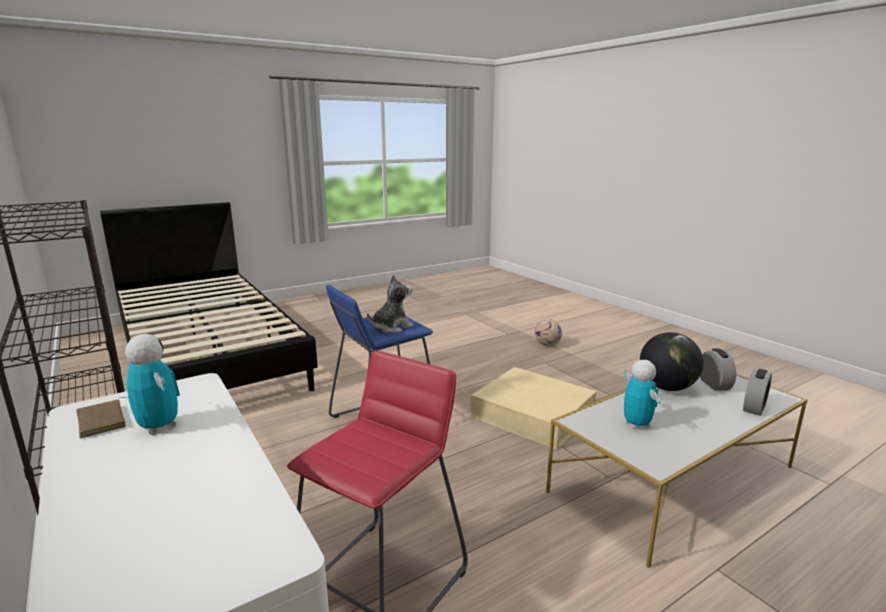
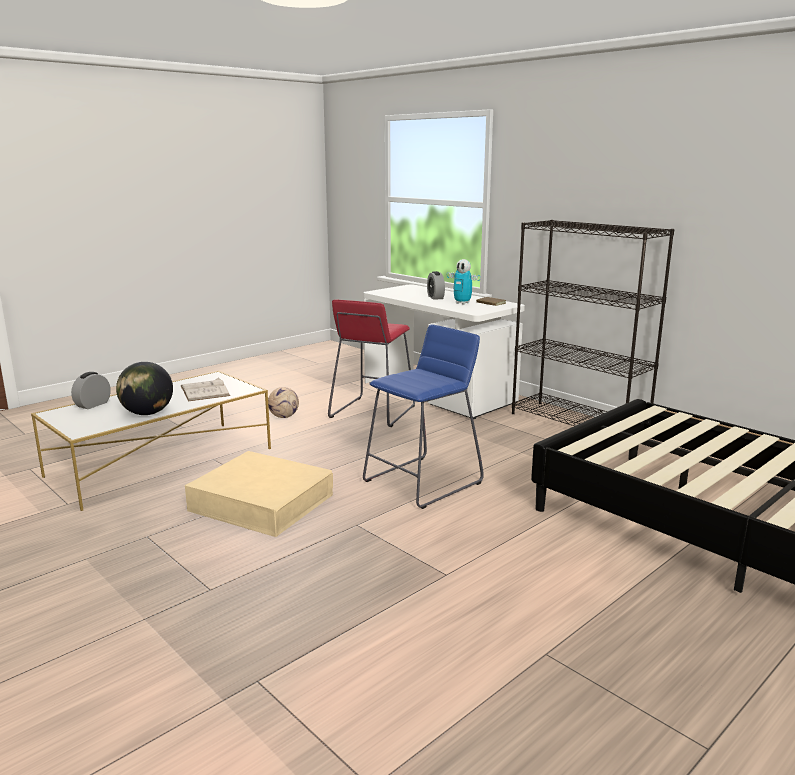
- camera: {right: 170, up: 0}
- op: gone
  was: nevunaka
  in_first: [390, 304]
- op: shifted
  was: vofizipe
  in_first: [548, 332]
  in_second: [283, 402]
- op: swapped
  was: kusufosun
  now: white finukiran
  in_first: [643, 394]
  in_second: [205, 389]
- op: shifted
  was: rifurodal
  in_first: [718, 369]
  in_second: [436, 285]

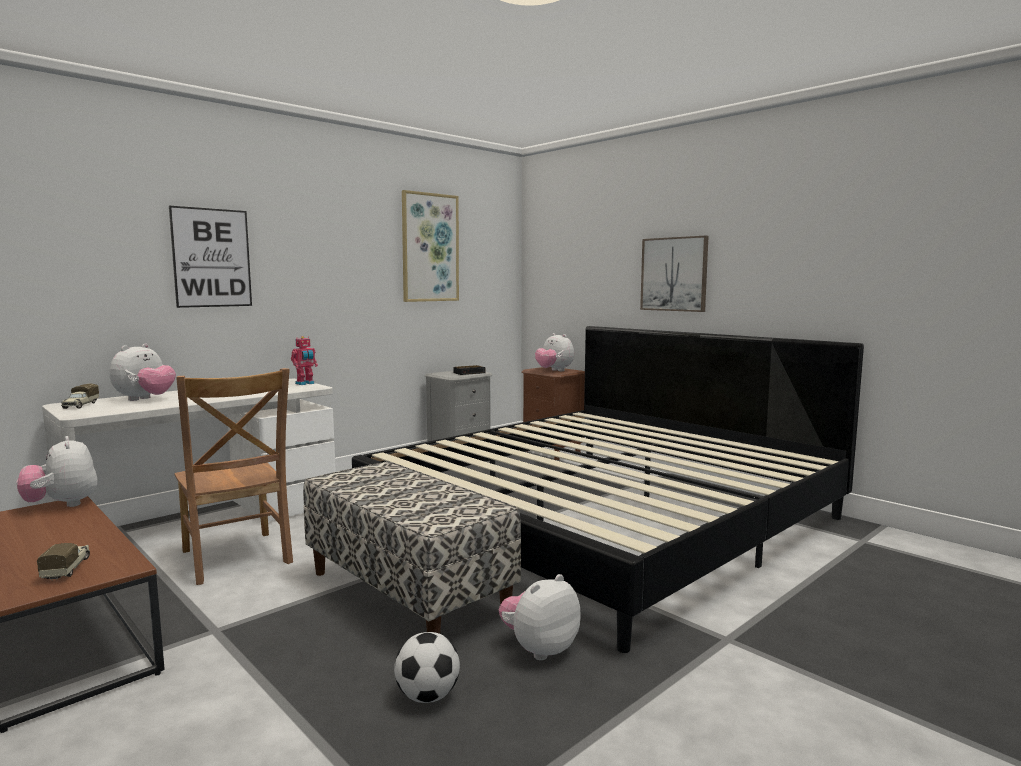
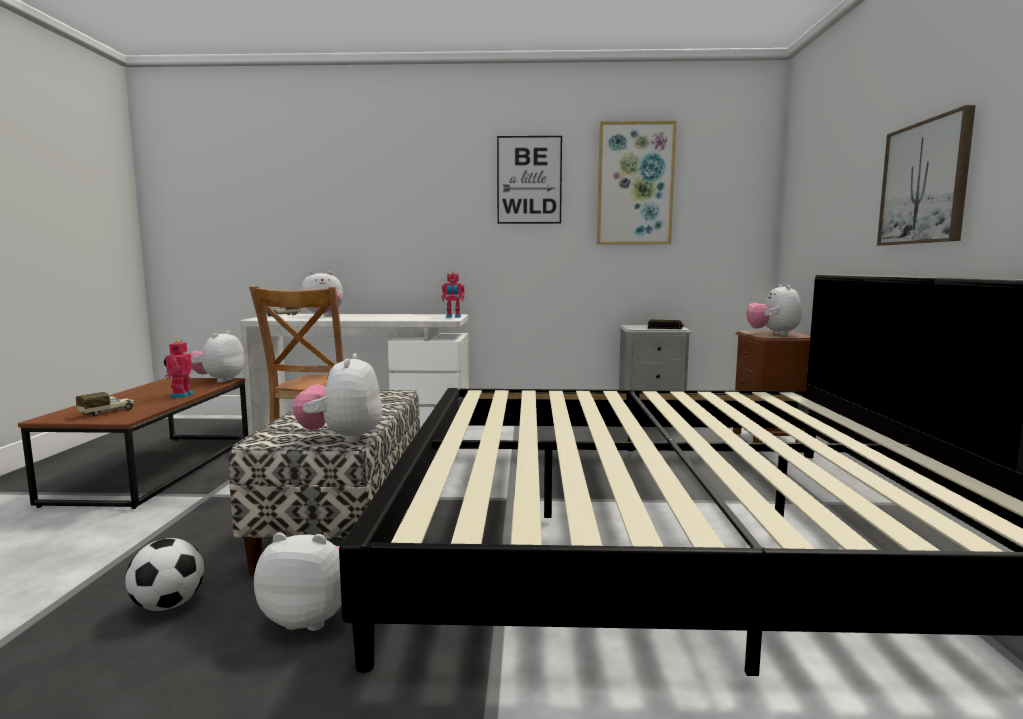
- camera: {right: 45, up: 0}
- op: shifted
  was: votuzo
  in_first: [210, 257]
  in_second: [529, 180]
- op: new
  now: kusufosun
  in_second: [179, 368]
- op: new
  now: nevunaka
  in_second: [337, 398]

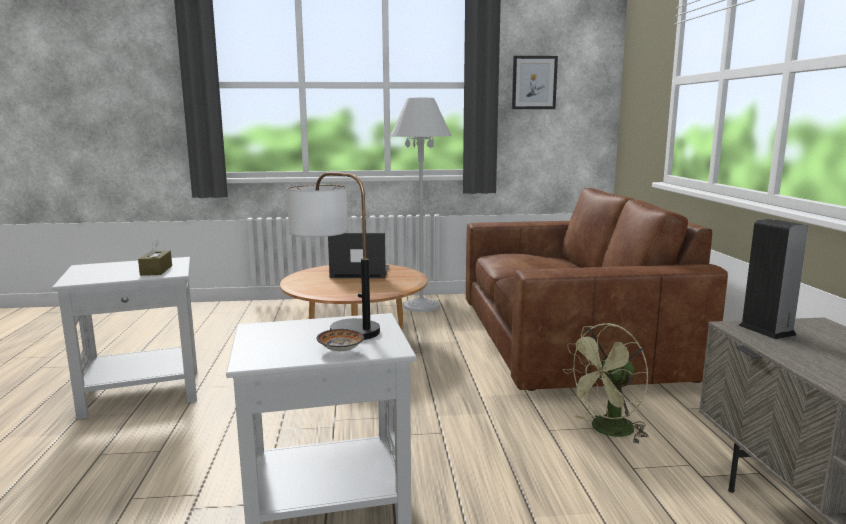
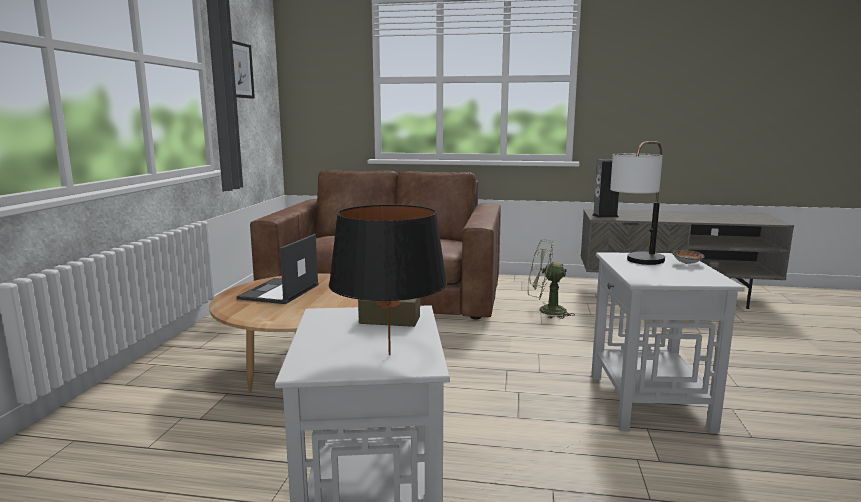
- camera: {right: -75, up: 0}
- op: gone
  was: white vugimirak
  in_first: [421, 205]
- op: rotated
  was: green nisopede
  in_first: [606, 383]
  in_second: [551, 279]
  clockwise: 120
- op: new
  now: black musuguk
  in_second: [388, 280]

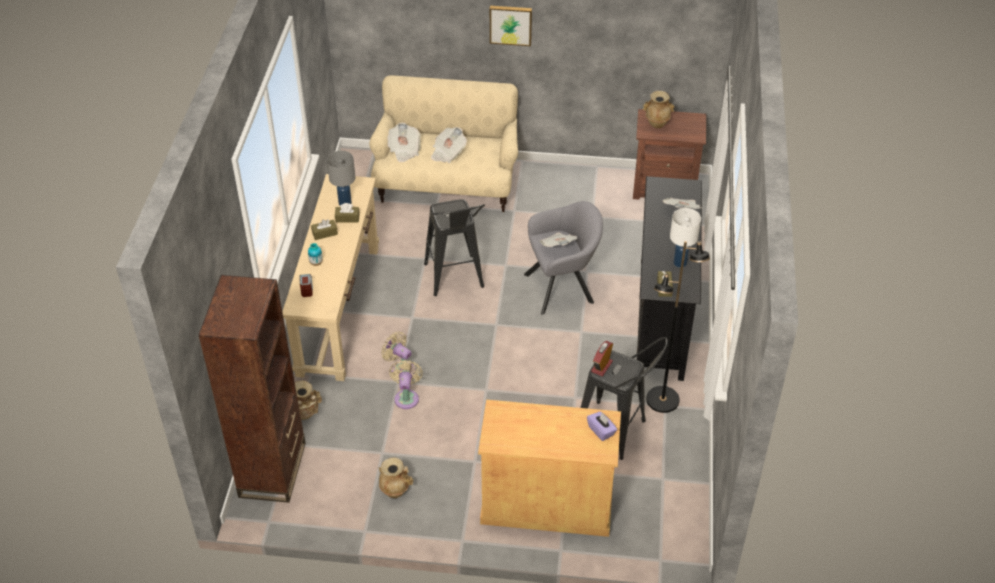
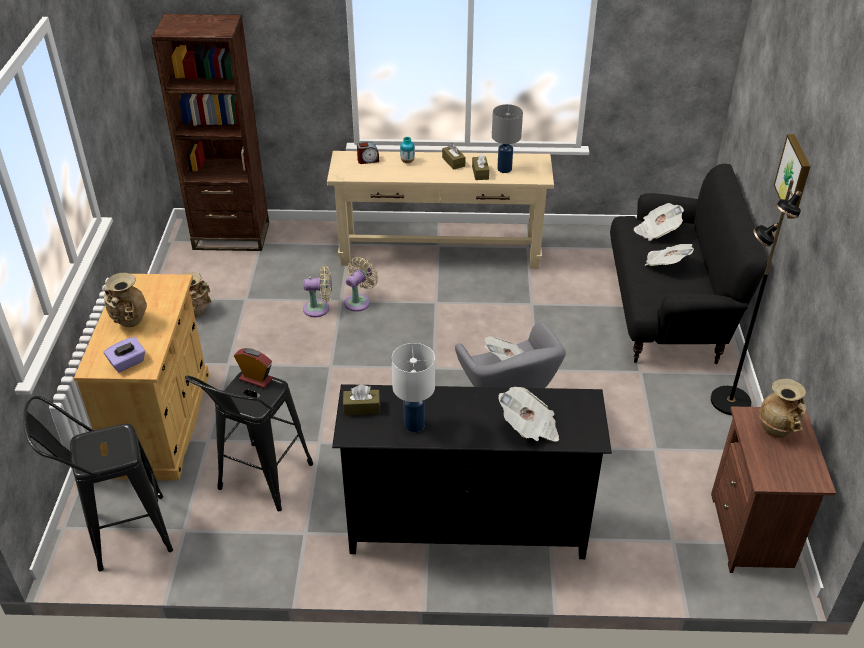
- camera: {right: 85, up: -5}
- op: shifted
  was: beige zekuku
  in_first: [308, 400]
  in_second: [125, 300]
- op: repainted
  was: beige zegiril
  now: black zegiril
  in_first: [443, 143]
  in_second: [688, 264]
- op: shifted
  was: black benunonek
  in_first: [454, 247]
  in_second: [98, 483]
- op: shifted
  was: black vugimirak
  in_first: [678, 327]
  in_second: [756, 297]

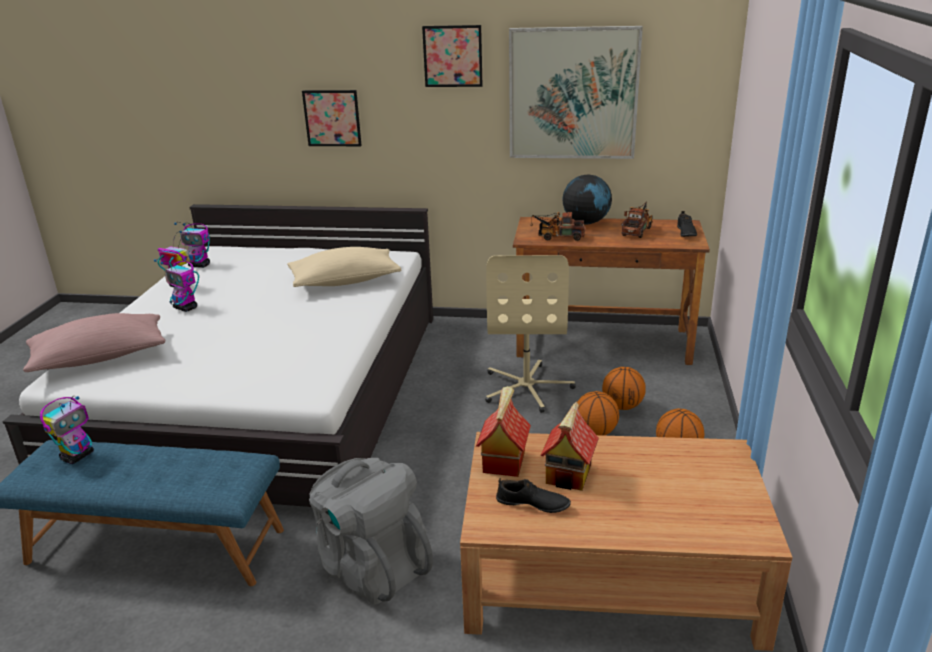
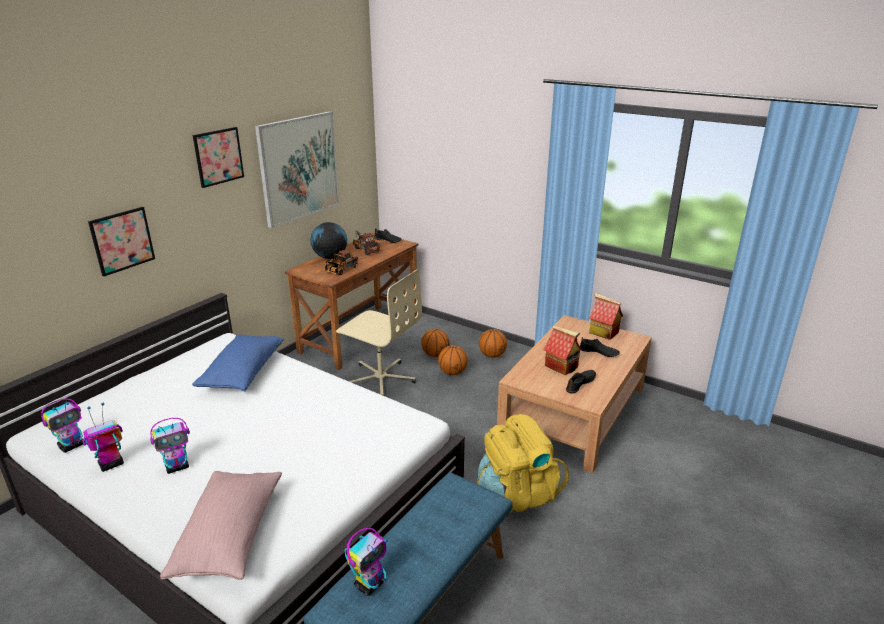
- camera: {right: -65, up: 0}
- op: rotated
  was: kusufosun
  in_first: [67, 430]
  in_second: [366, 562]
  clockwise: 75
- op: repainted
  was: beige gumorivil
  now: blue gumorivil
  in_first: [344, 267]
  in_second: [238, 362]
- op: repainted
  was: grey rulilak
  now: yellow rulilak
  in_first: [371, 531]
  in_second: [523, 463]
- op: shifted
  was: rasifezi
  in_first: [503, 431]
  in_second: [606, 316]
- op: new
  now: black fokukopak
  in_second: [600, 347]

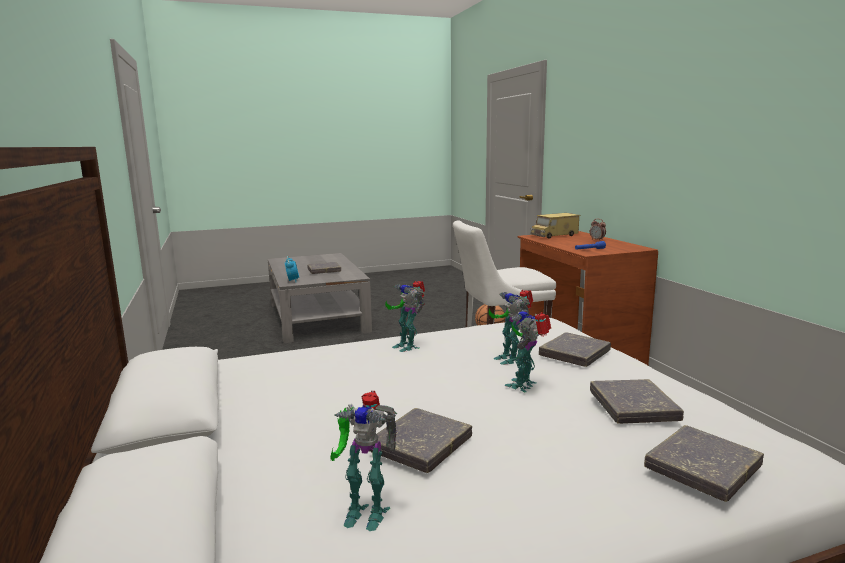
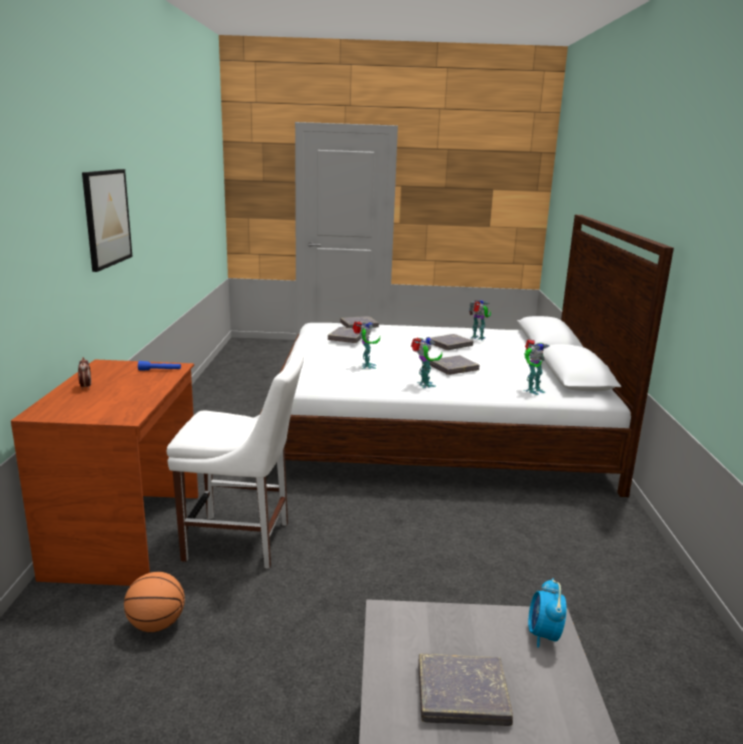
- camera: {right: -160, up: 5}
- op: shifted
  was: kusufosun
  in_first: [528, 350]
  in_second: [536, 367]
- op: gone
  was: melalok
  in_first: [555, 225]
- op: shifted
  was: grey finukiran
  in_first: [575, 349]
  in_second: [454, 365]
- op: new
  now: votuzo
  in_second: [107, 220]

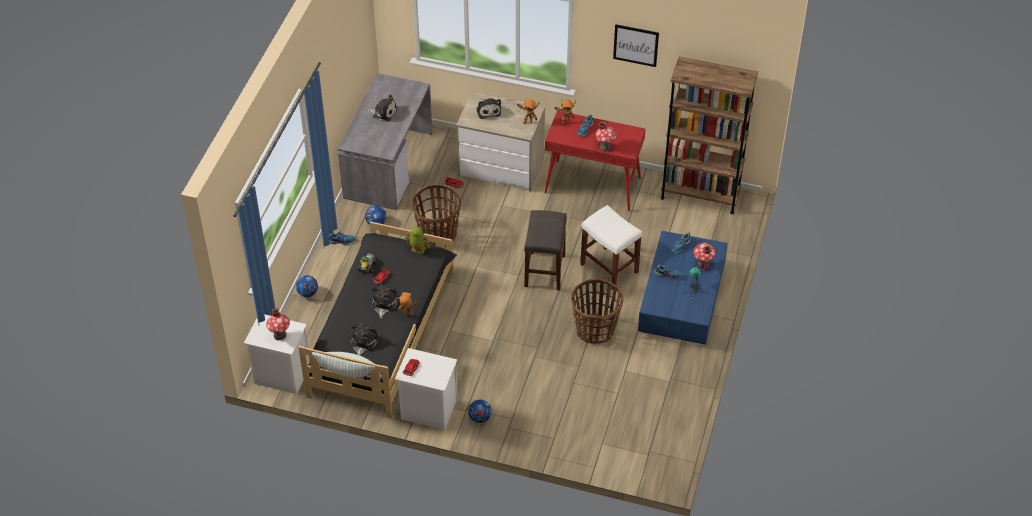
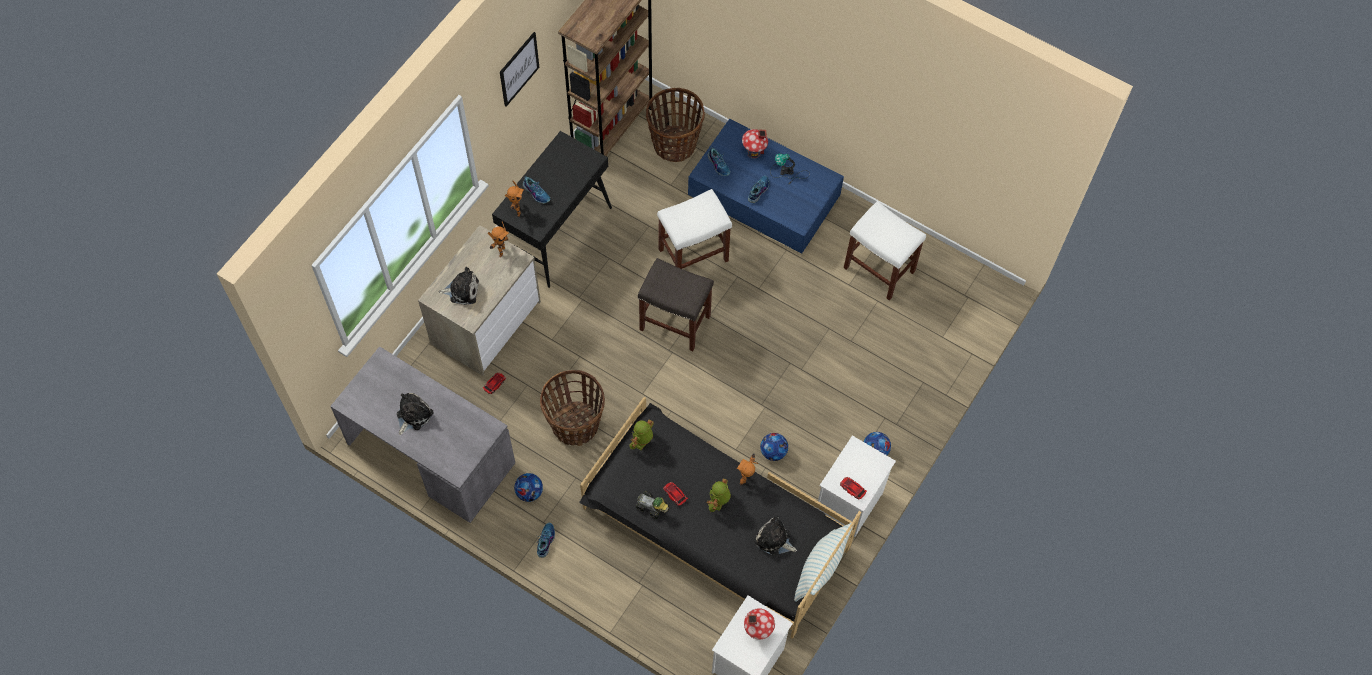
- camera: {right: -75, up: 15}
- op: shifted
  was: vofizipe
  in_first: [307, 286]
  in_second: [774, 447]
- op: swapped
  was: nevunaka
  now: kusufosun
  in_first: [385, 301]
  in_second: [718, 495]
- op: repainted
  was: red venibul
  now: black venibul
  in_first: [595, 161]
  in_second: [552, 209]
- op: shifted
  was: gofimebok
  in_first: [597, 311]
  in_second: [675, 125]
- op: gone
  was: rasifezi
  in_first: [606, 136]
- op: new
  now: white benunonek
  in_second: [885, 250]

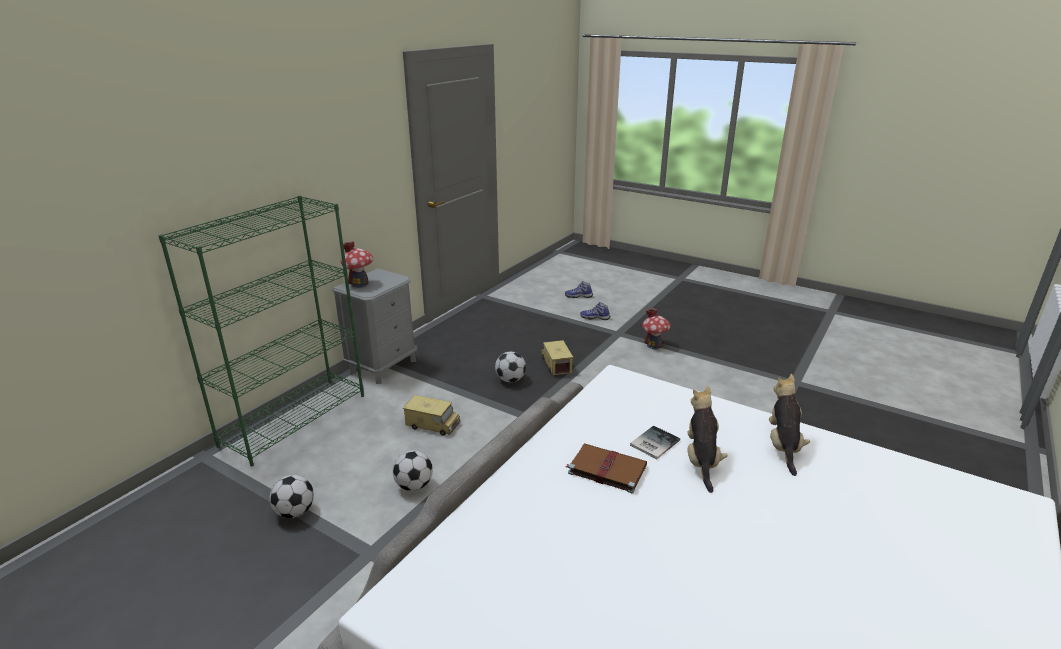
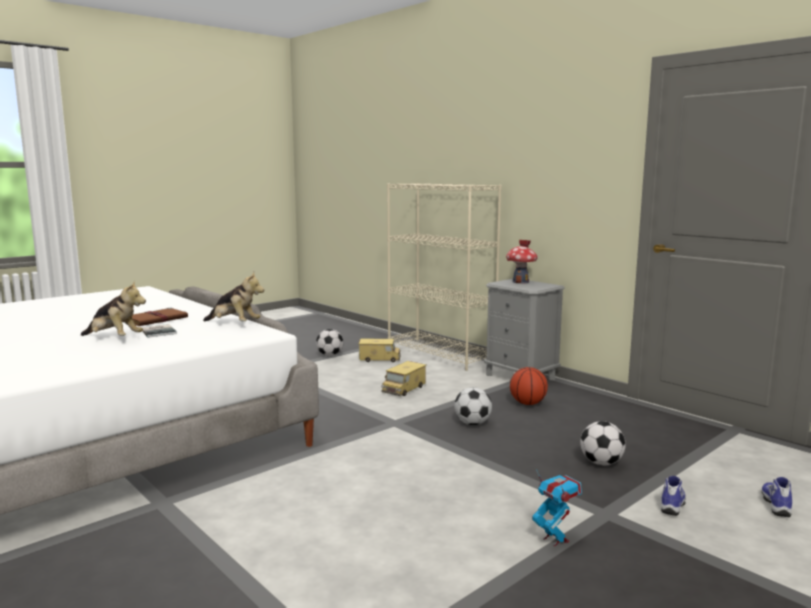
- camera: {right: 105, up: -15}
- op: repainted
  was: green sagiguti
  now: beige sagiguti
  in_first: [261, 331]
  in_second: [444, 277]
- op: shifted
  was: vofizipe
  in_first: [413, 470]
  in_second: [603, 443]
- op: shifted
  was: melalok
  in_first: [557, 357]
  in_second: [380, 350]
- op: swapped
  was: rasifezi
  now: kusufosun
  in_first: [656, 328]
  in_second: [557, 508]
- op: shifted
  was: nevunaka
  in_first: [789, 425]
  in_second: [233, 296]
- op: new
  now: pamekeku
  in_second: [529, 386]

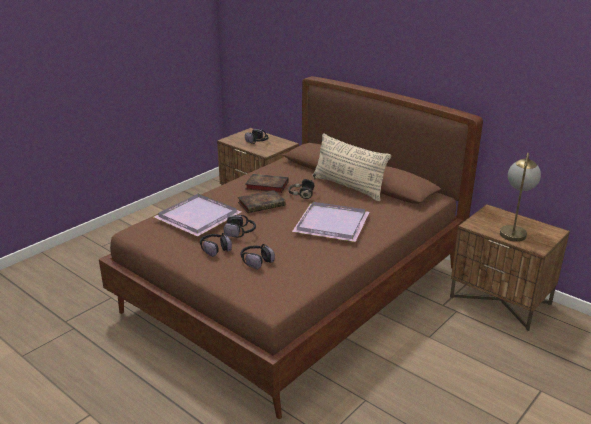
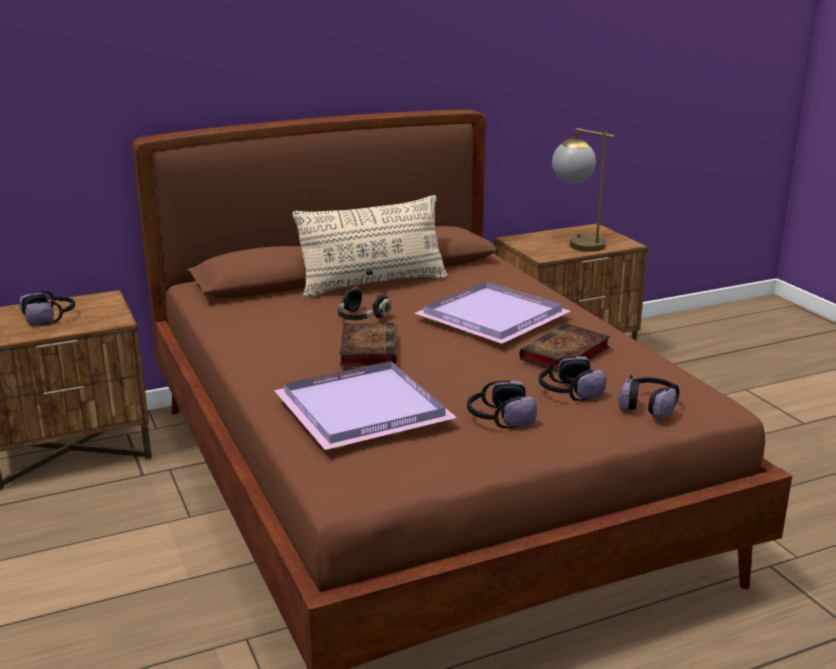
- camera: {right: -65, up: -5}
- op: shifted
  was: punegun
  in_first: [240, 226]
  in_second: [649, 397]
- op: shifted
  was: finukiran
  in_first: [267, 183]
  in_second: [565, 347]

